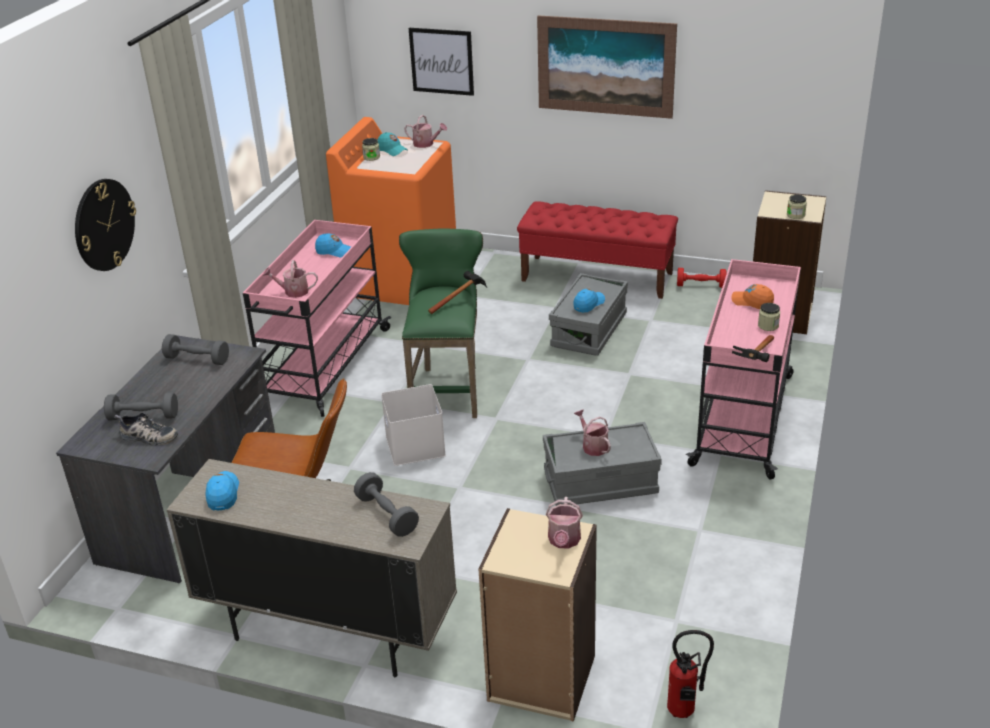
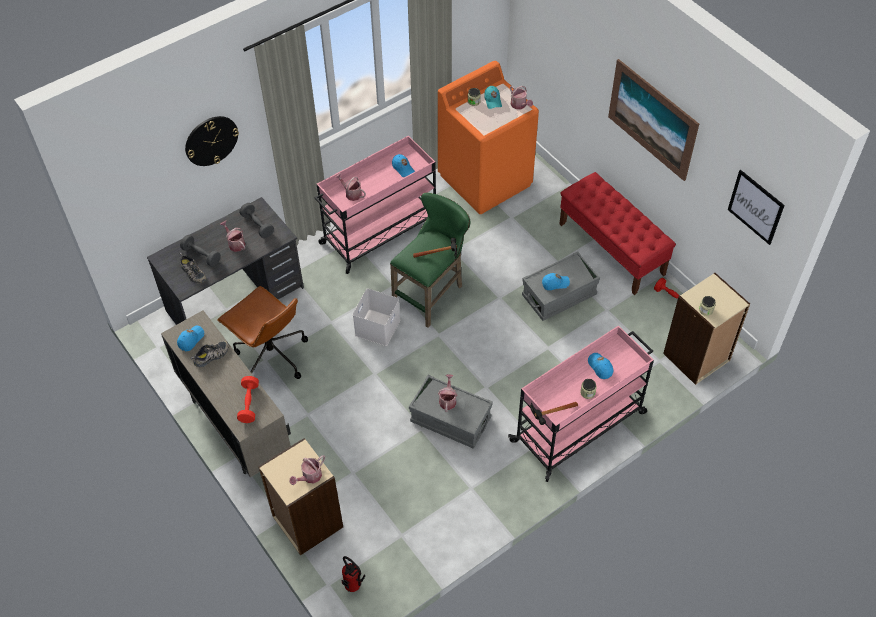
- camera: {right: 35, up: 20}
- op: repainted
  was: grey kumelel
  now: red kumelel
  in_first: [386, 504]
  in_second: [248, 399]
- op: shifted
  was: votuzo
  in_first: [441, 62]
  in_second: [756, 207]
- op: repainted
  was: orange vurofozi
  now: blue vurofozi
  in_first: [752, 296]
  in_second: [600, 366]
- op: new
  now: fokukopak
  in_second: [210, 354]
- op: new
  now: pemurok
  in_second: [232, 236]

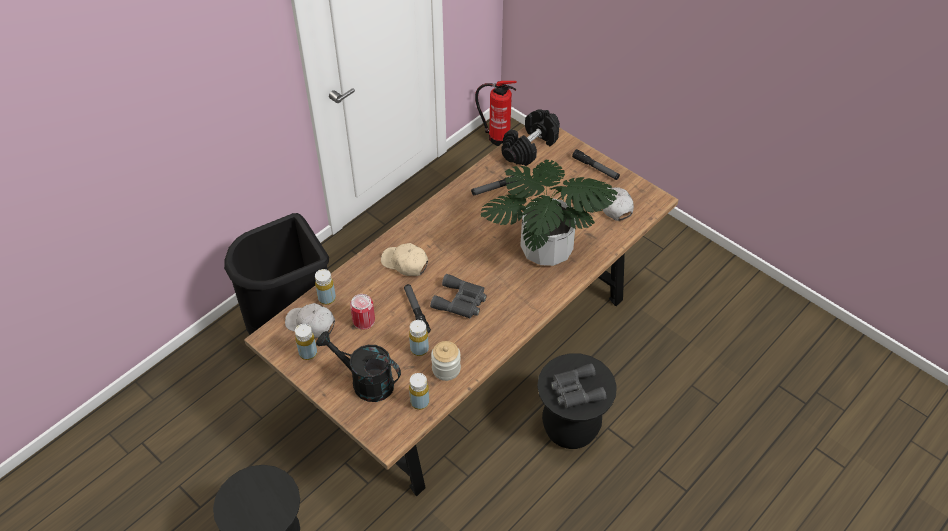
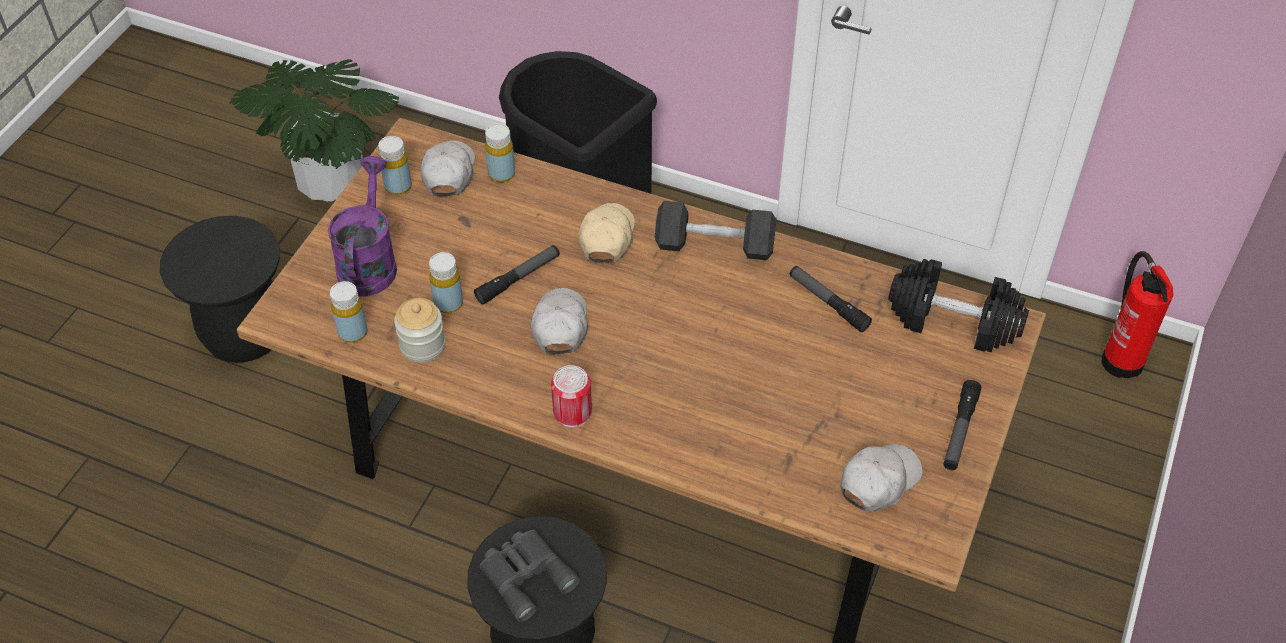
- camera: {right: 70, up: 0}
- op: repainted
  was: black pemurok
  now: purple pemurok
  in_first: [358, 366]
  in_second: [362, 226]
- op: shifted
  was: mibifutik
  in_first: [362, 312]
  in_second: [571, 396]
- op: swapped
  was: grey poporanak
  now: white vurofozi
  in_first: [458, 296]
  in_second: [560, 321]
- op: shifted
  was: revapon
  in_first: [549, 213]
  in_second: [314, 130]
- op: new
  now: black kumelel
  in_second: [715, 230]

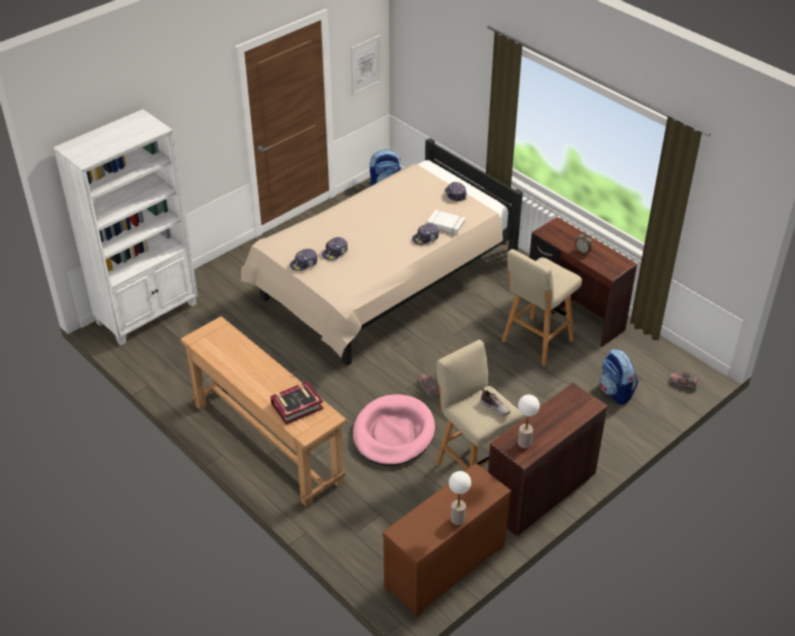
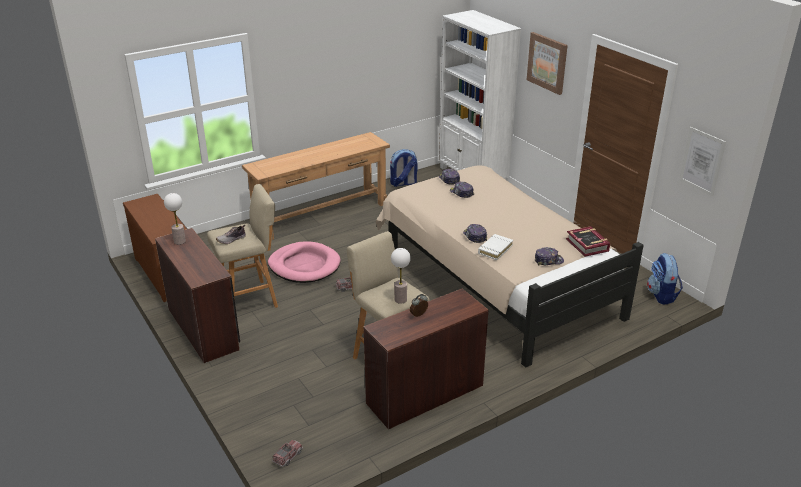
- camera: {right: 100, up: -10}
- op: shifted
  was: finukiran
  in_first: [296, 402]
  in_second: [588, 241]
- op: shifted
  was: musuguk
  in_first: [460, 498]
  in_second: [401, 276]
- op: shifted
  was: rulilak
  in_first: [619, 377]
  in_second: [404, 168]
- op: new
  now: votuzo
  in_second: [547, 63]

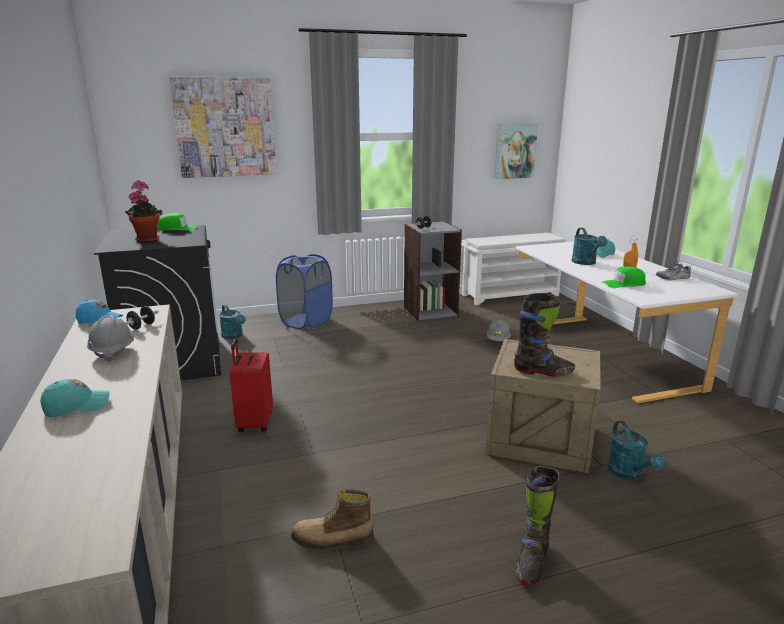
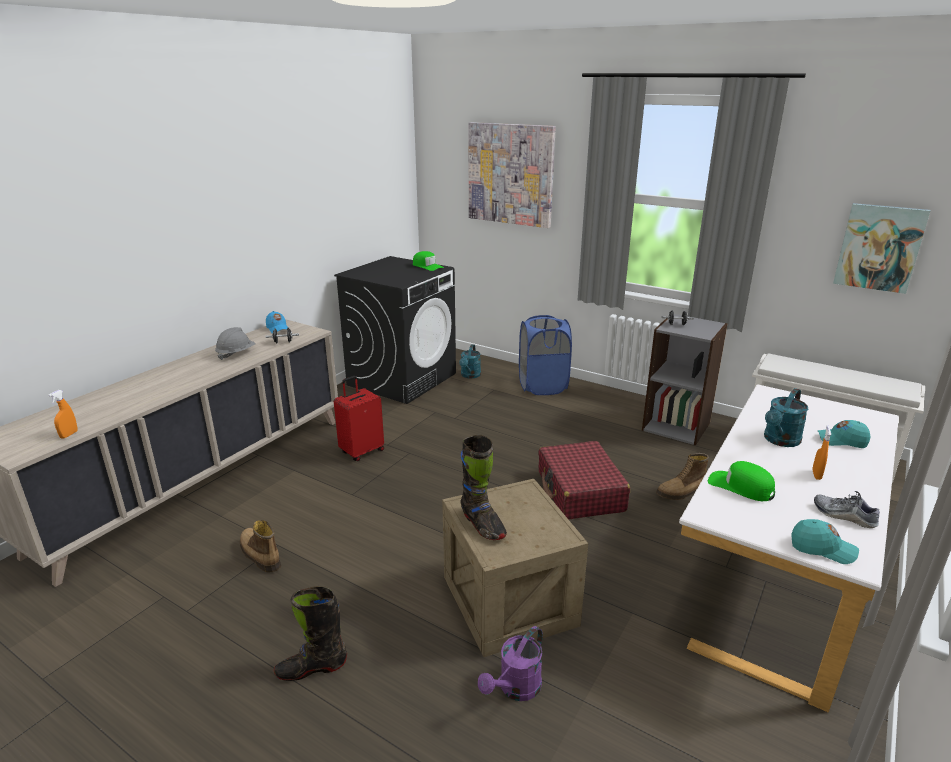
- camera: {right: 50, up: 5}
- op: shifted
  was: turquoise vurofozi
  in_first: [75, 398]
  in_second: [825, 541]
- op: gone
  was: revapon
  in_first: [143, 211]
- op: swapped
  was: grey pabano
  now: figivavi
  in_first: [499, 330]
  in_second: [682, 476]
- op: repainted
  was: turquoise pemurok
  now: purple pemurok
  in_first: [636, 450]
  in_second: [510, 663]
- op: new
  now: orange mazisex
  in_second: [63, 414]
- op: new
  now: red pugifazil
  in_second: [584, 480]

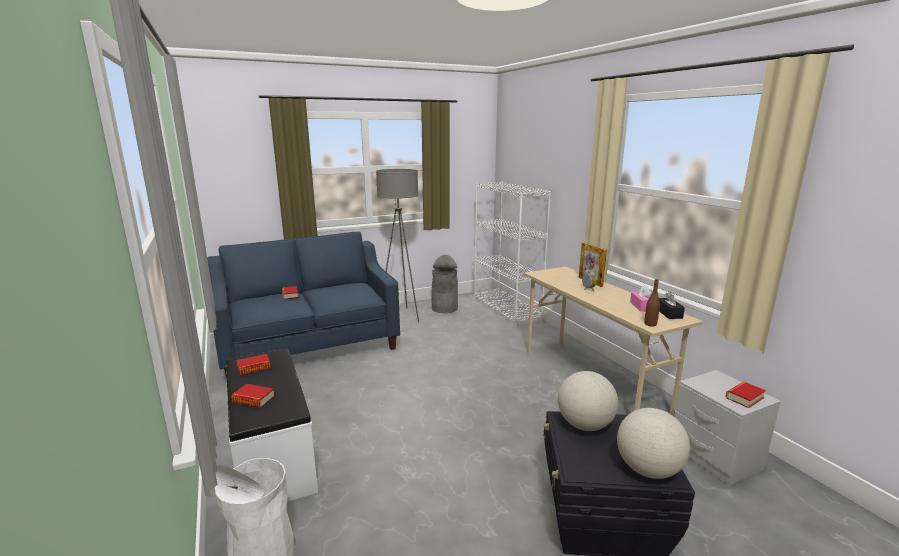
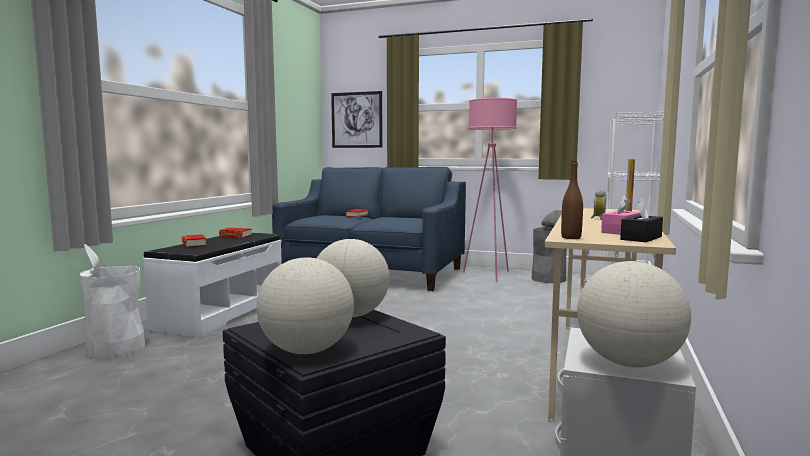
- camera: {right: 45, up: -10}
- op: repainted
  was: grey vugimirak
  now: pink vugimirak
  in_first: [397, 246]
  in_second: [490, 190]
- op: swapped
  was: finukiran
  now: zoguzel
  in_first: [746, 395]
  in_second: [634, 314]
- op: new
  now: votuzo
  in_second: [357, 119]

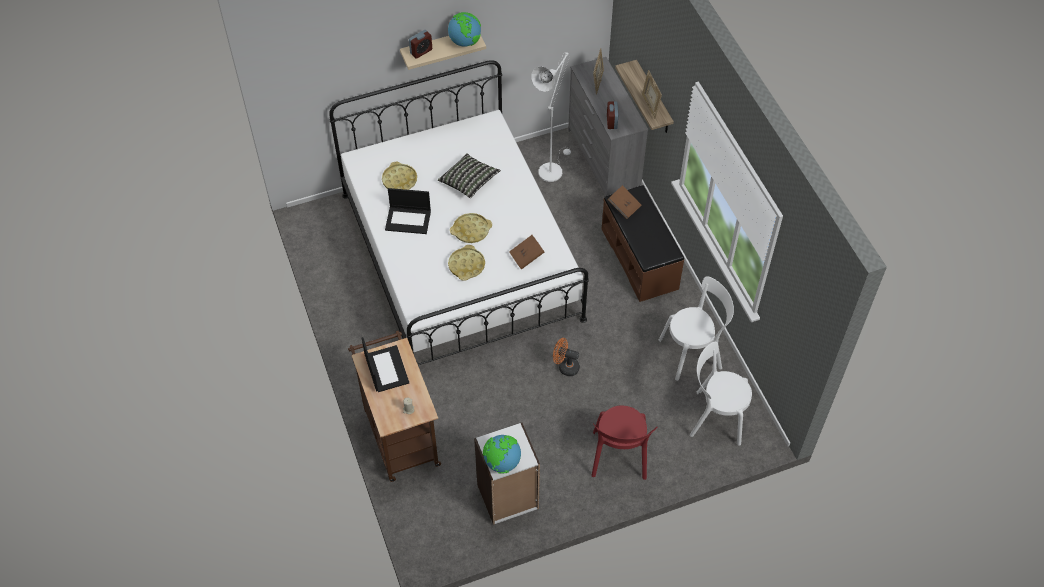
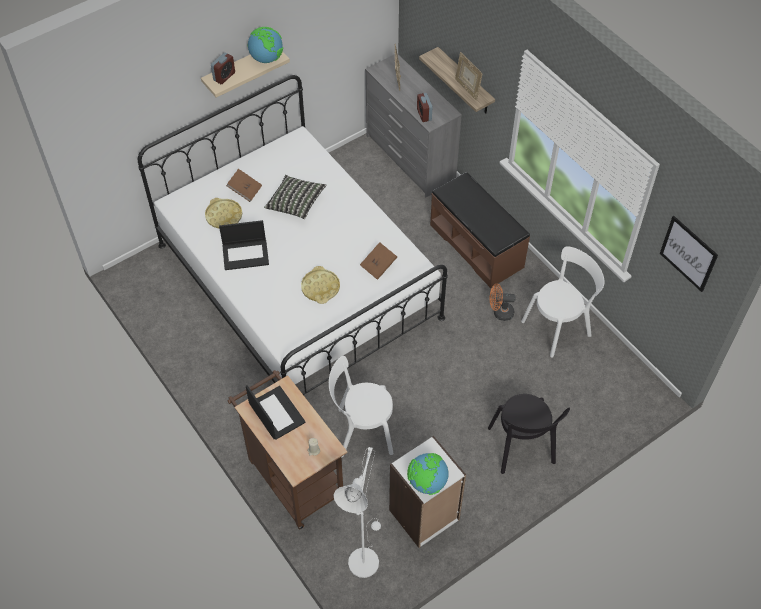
- camera: {right: -15, up: 0}
- op: gone
  was: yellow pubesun
  in_first: [471, 228]
- op: shifted
  was: white vugimirak
  in_first: [551, 117]
  in_second: [357, 512]
- op: shifted
  was: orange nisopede
  in_first: [566, 357]
  in_second: [503, 302]
- op: repainted
  was: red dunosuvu
  now: black dunosuvu
  in_first: [624, 443]
  in_second: [529, 434]
- op: shifted
  was: brown finukiran
  in_first: [624, 202]
  in_second: [244, 185]
- op: shifted
  was: white dunosuvu
  in_first: [721, 394]
  in_second: [361, 407]
- op: new
  now: votuzo
  in_second: [689, 254]

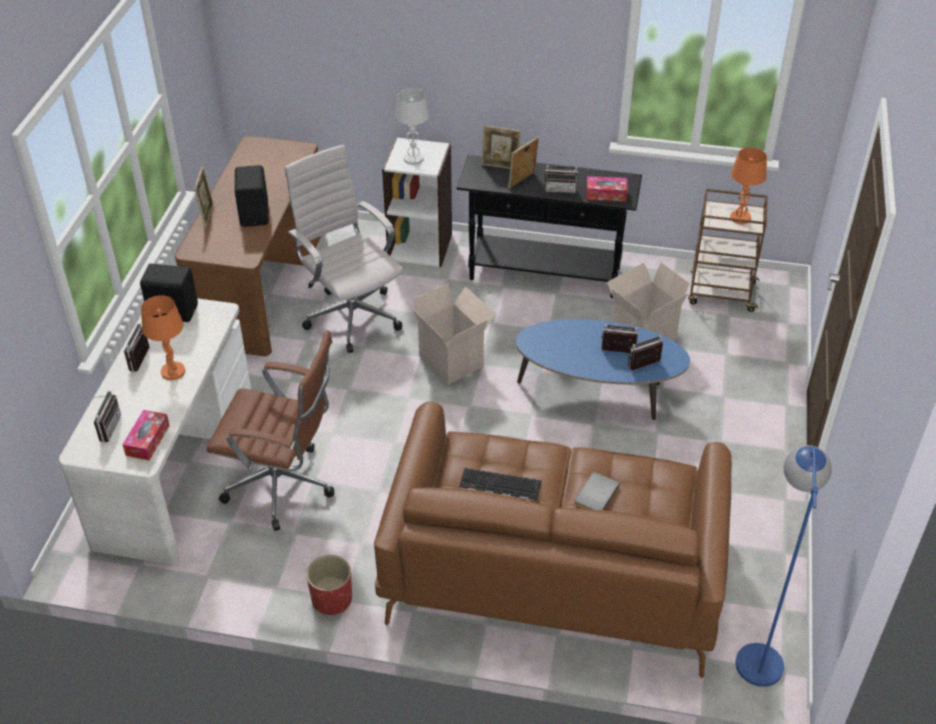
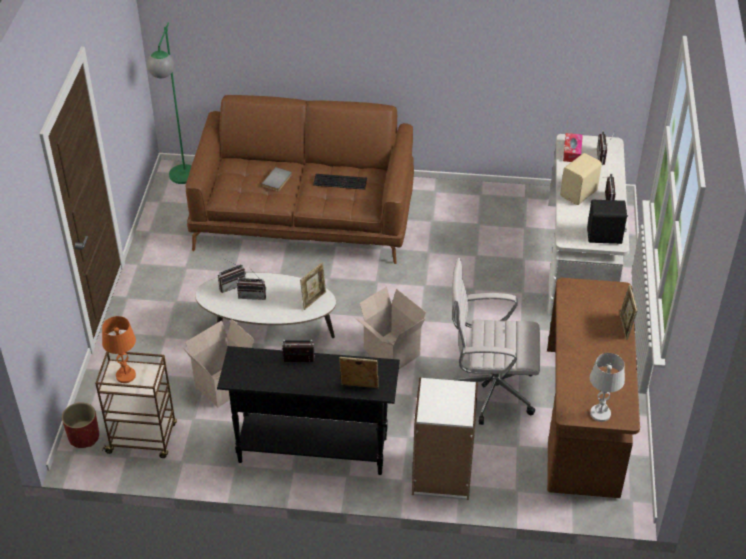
- camera: {right: 175, up: 0}
- op: swapped
  was: orange musuguk
  now: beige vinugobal
  in_first: [163, 337]
  in_second: [581, 179]
- op: gone
  was: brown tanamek
  in_first: [270, 430]
- op: gone
  was: black vinugobal
  in_first: [252, 196]
- op: rotated
  was: white tanamek
  in_first: [344, 248]
  in_second: [496, 341]
  clockwise: 135
- op: shifted
  was: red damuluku
  in_first: [329, 585]
  in_second: [80, 425]
- op: shifted
  was: white musuguk
  in_first: [412, 126]
  in_second: [607, 387]
- op: shifted
  was: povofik
  in_first: [523, 163]
  in_second: [313, 286]
- op: repainted
  was: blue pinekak
  now: white pinekak
  in_first: [603, 369]
  in_second: [265, 305]
- op: gone
  was: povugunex
  in_first: [607, 188]
- op: repainted
  was: blue vugimirak
  now: green vugimirak
  in_first: [784, 566]
  in_second: [169, 103]

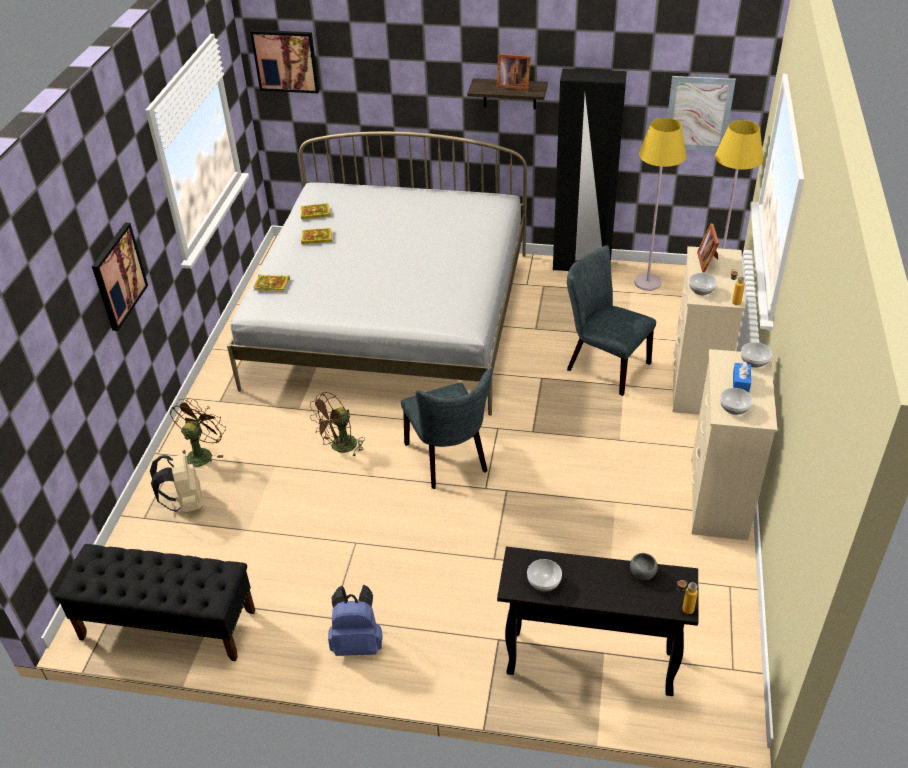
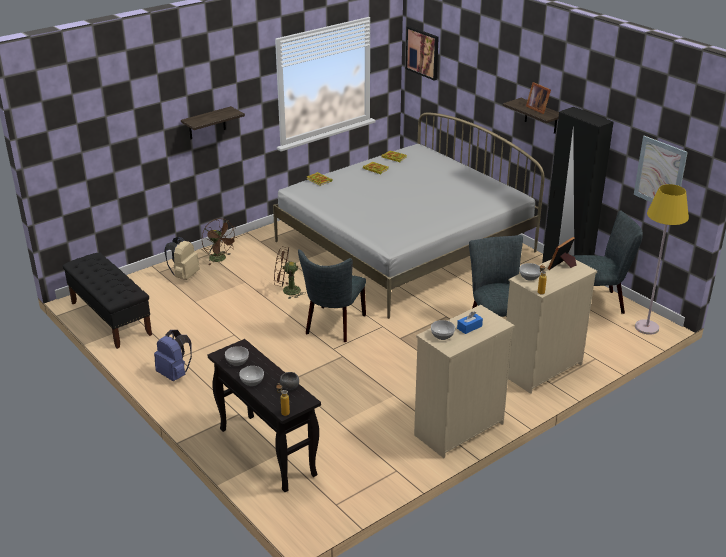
- camera: {right: 40, up: -10}
- op: swapped
  was: votuzo
  now: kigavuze
  in_first: [120, 277]
  in_second: [213, 122]
- op: rotated
  was: brown nisopede
  in_first: [198, 433]
  in_second: [220, 241]
  clockwise: 75
- op: swapped
  was: yellow vugimirak
  now: grey dunosuvu
  in_first: [660, 204]
  in_second: [608, 262]
- op: shifted
  was: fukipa
  in_first: [756, 355]
  in_second: [251, 376]

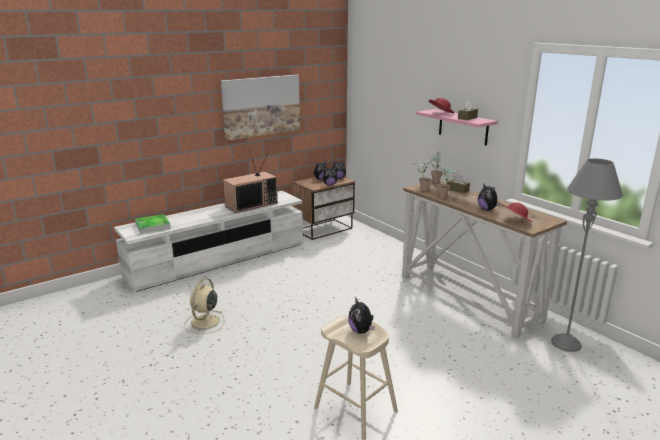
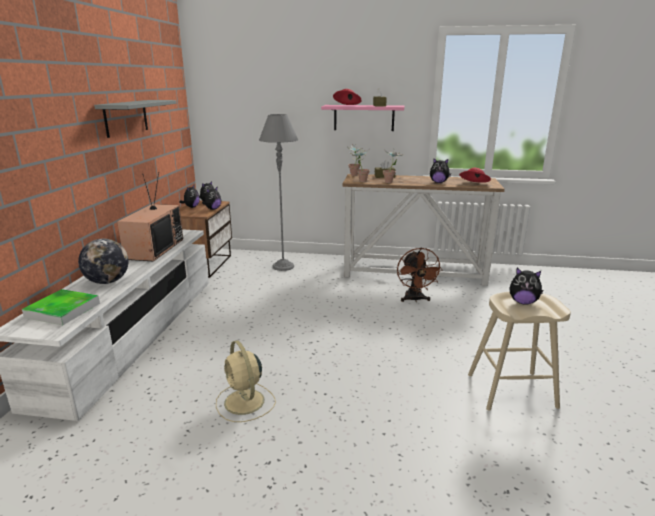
- camera: {right: -45, up: 0}
- op: swapped
  was: votuzo
  now: grey kigavuze
  in_first: [260, 107]
  in_second: [135, 119]
- op: shifted
  was: grey vugimirak
  in_first: [587, 255]
  in_second: [278, 192]
- op: new
  now: zoguzel
  in_second: [103, 261]
- op: new
  now: brown nisopede
  in_second: [420, 275]

